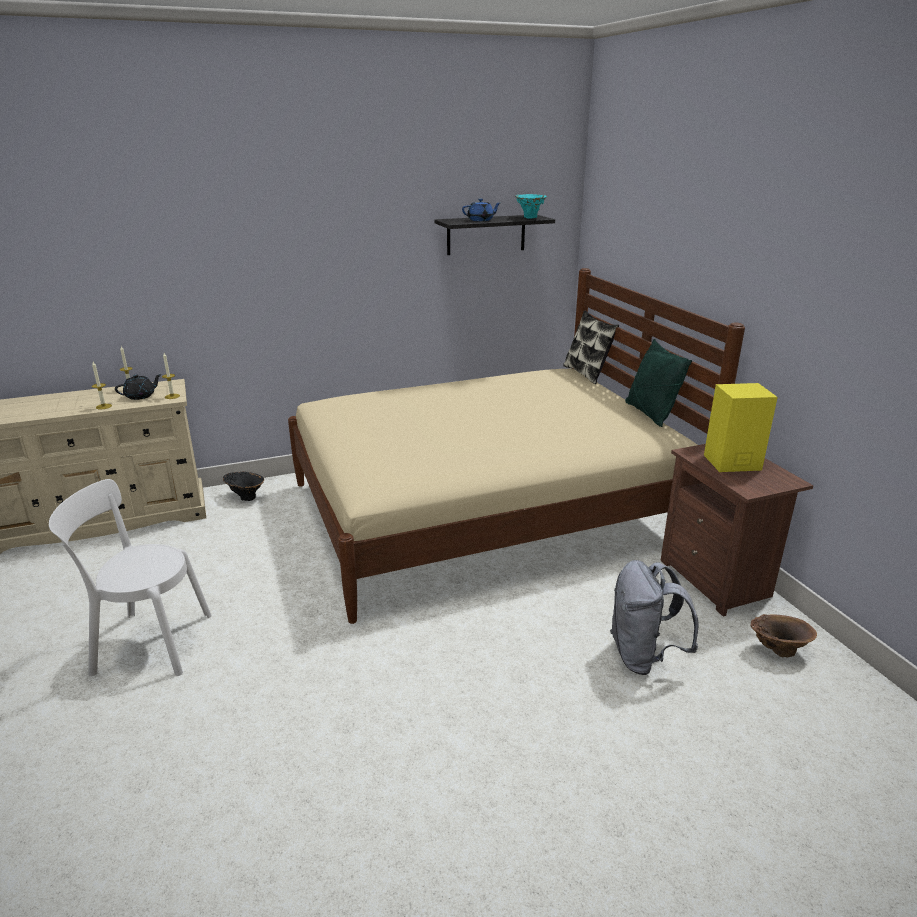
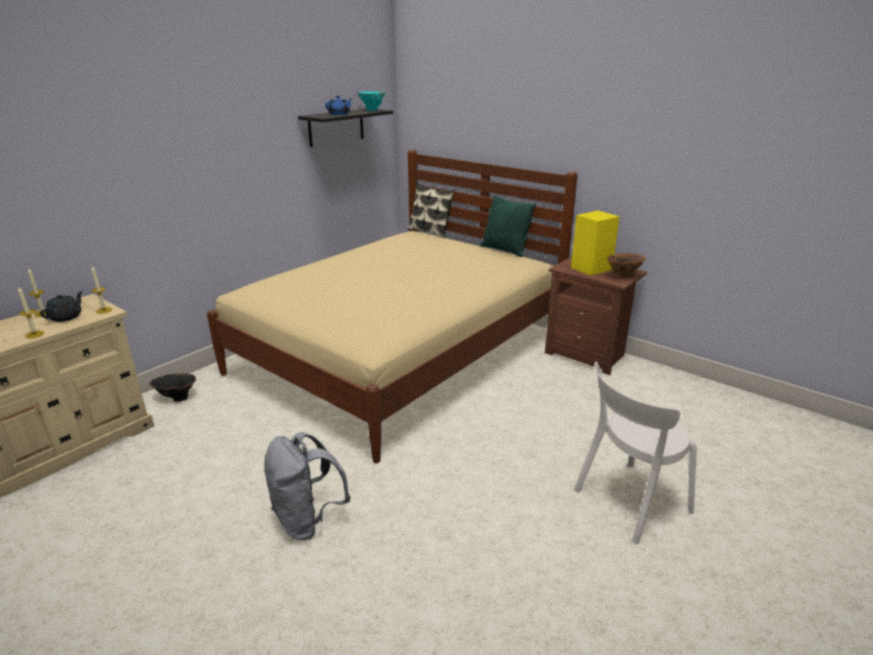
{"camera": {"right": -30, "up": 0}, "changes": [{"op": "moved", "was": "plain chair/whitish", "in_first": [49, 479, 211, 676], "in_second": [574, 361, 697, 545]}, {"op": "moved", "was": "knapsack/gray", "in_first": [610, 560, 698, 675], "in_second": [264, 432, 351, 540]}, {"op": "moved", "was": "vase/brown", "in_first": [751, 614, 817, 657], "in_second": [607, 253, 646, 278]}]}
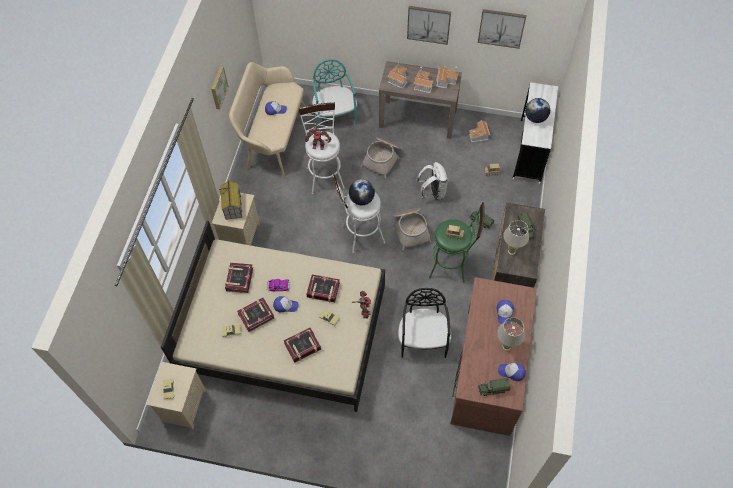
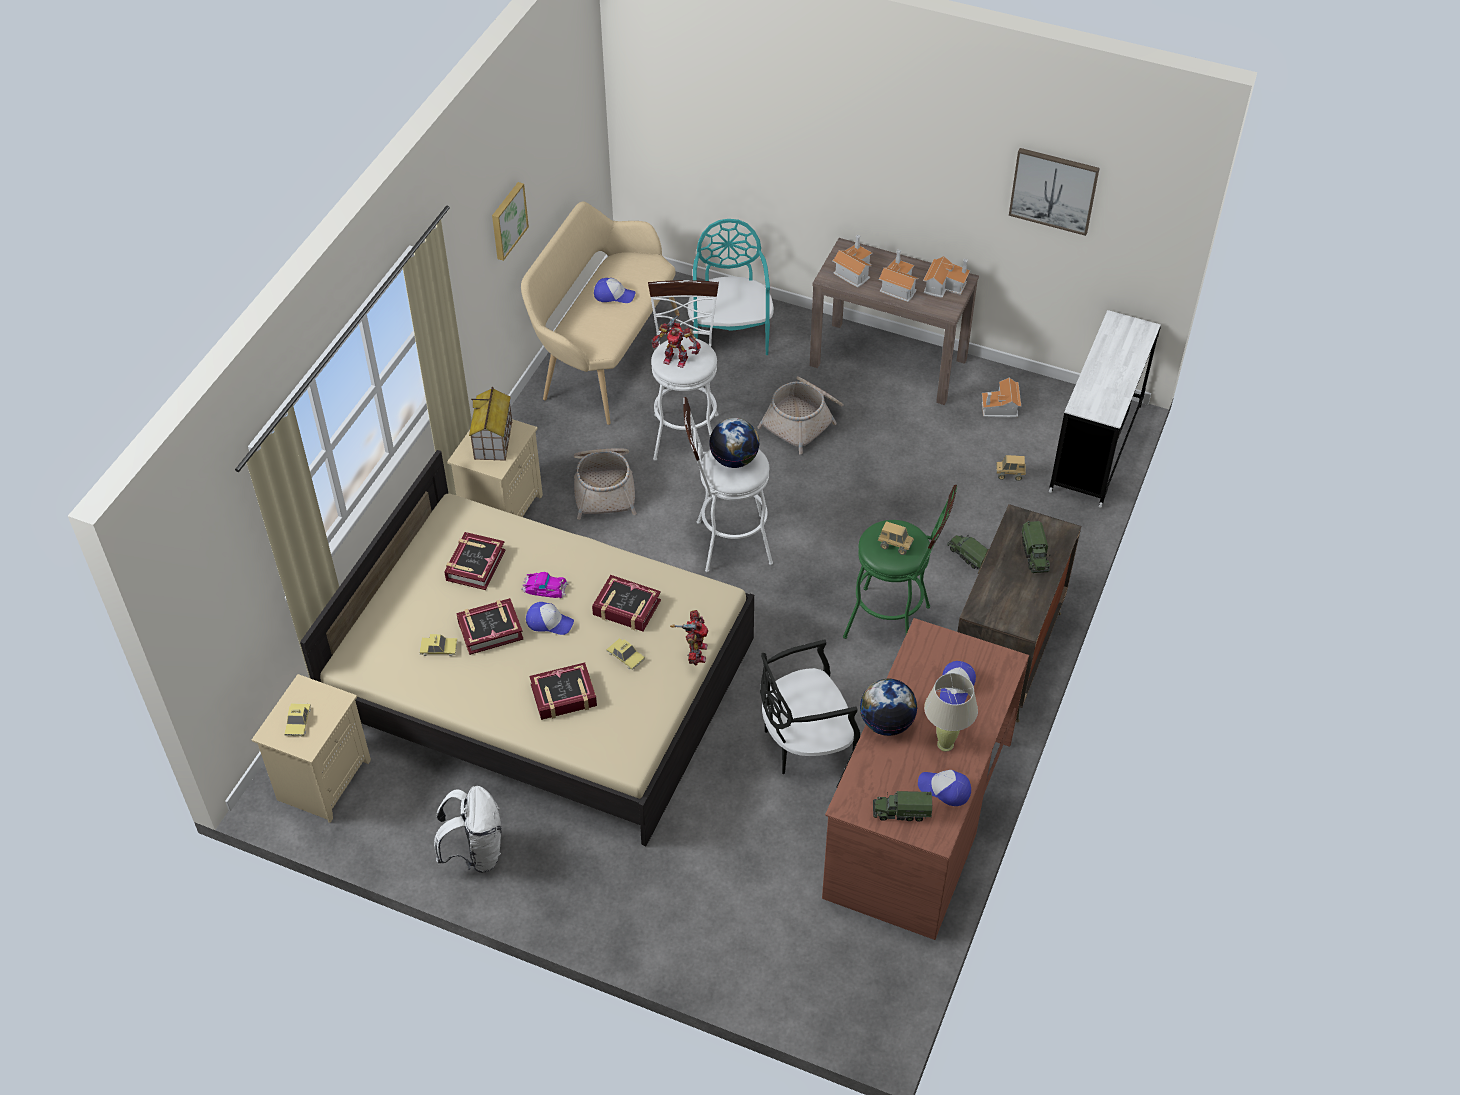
{"camera": {"right": 10, "up": -10}, "changes": [{"op": "removed", "was": "wall picture", "in_first": [407, 6, 451, 45]}, {"op": "moved", "was": "globe", "in_first": [525, 98, 550, 123], "in_second": [860, 679, 917, 736]}, {"op": "moved", "was": "knapsack/whitish", "in_first": [416, 162, 448, 200], "in_second": [434, 786, 502, 873]}, {"op": "moved", "was": "basket", "in_first": [392, 208, 432, 251], "in_second": [574, 448, 637, 520]}, {"op": "removed", "was": "lamp for a table/sand-coloured", "in_first": [503, 220, 529, 255]}, {"op": "turned", "was": "plain chair/black-coloured", "in_first": [398, 288, 451, 358], "in_second": [760, 639, 860, 774], "clockwise": -120}]}
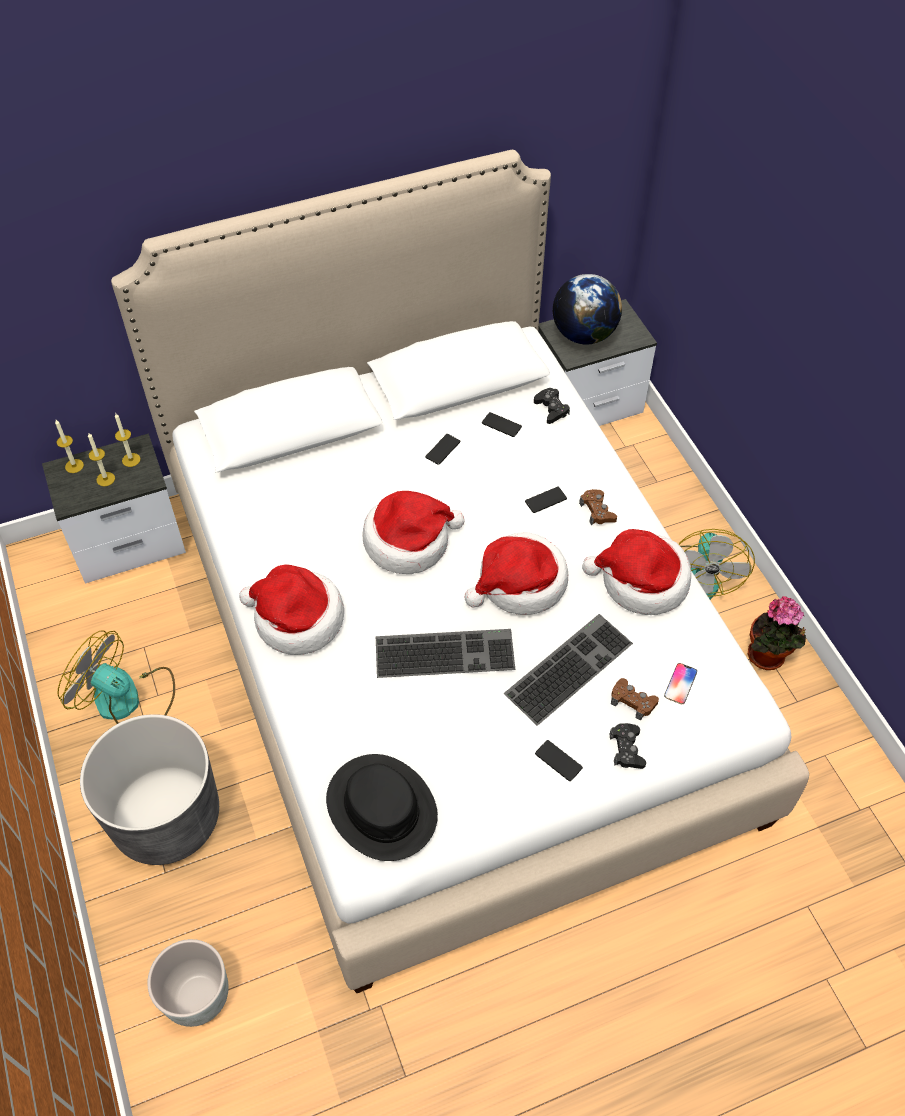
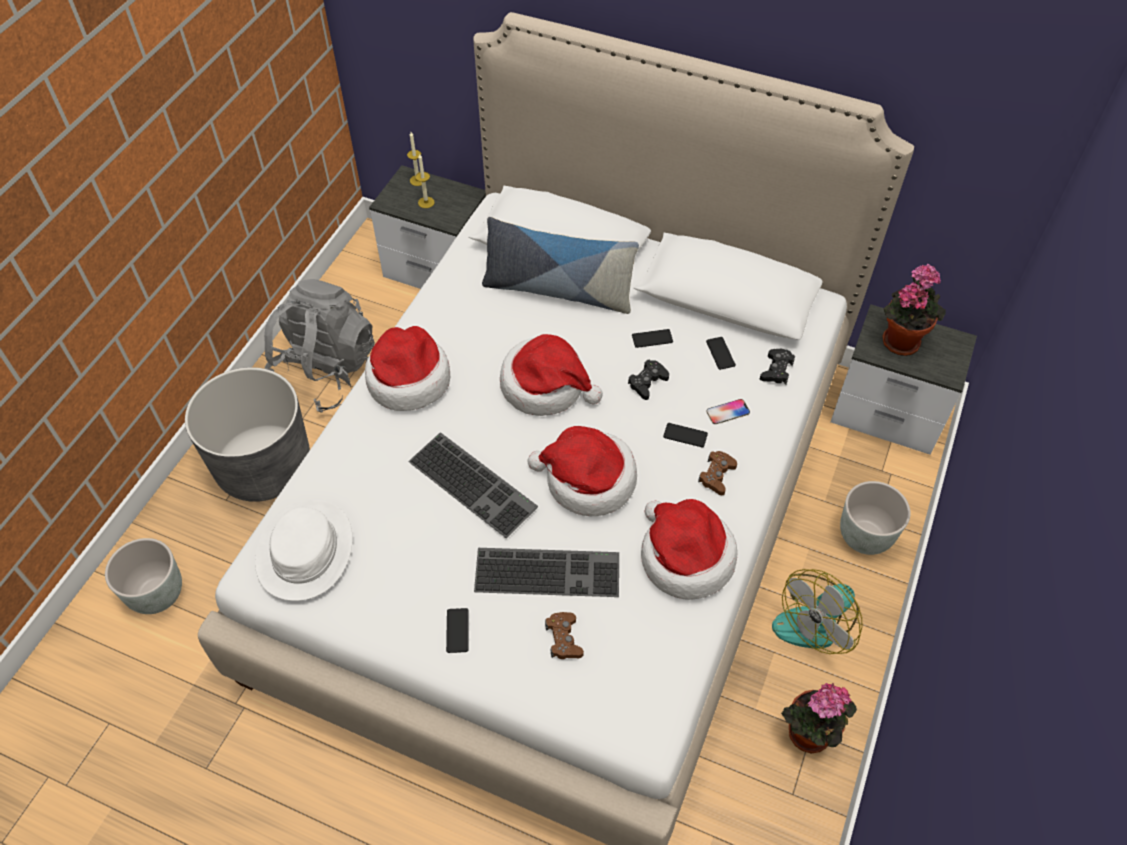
{"camera": {"right": 45, "up": 0}, "changes": [{"op": "replaced", "was": "globe", "now": "potted plant", "in_first": [553, 274, 622, 345], "in_second": [882, 264, 946, 356]}, {"op": "removed", "was": "wax candle", "in_first": [115, 414, 141, 467]}, {"op": "replaced", "was": "fan", "now": "knapsack/gray", "in_first": [58, 630, 175, 724], "in_second": [264, 279, 375, 413]}, {"op": "moved", "was": "telephone", "in_first": [664, 663, 697, 704], "in_second": [706, 399, 750, 424]}, {"op": "moved", "was": "gamepad/black-coloured", "in_first": [609, 723, 646, 769], "in_second": [628, 360, 669, 400]}, {"op": "recoloured", "was": "clothing hat/black-coloured", "now": "clothing hat/whitish", "in_first": [326, 754, 438, 861], "in_second": [255, 500, 353, 601]}, {"op": "added", "now": "throw pillow", "in_second": [482, 217, 639, 314]}, {"op": "added", "now": "planter/gray", "in_second": [840, 481, 911, 555]}]}
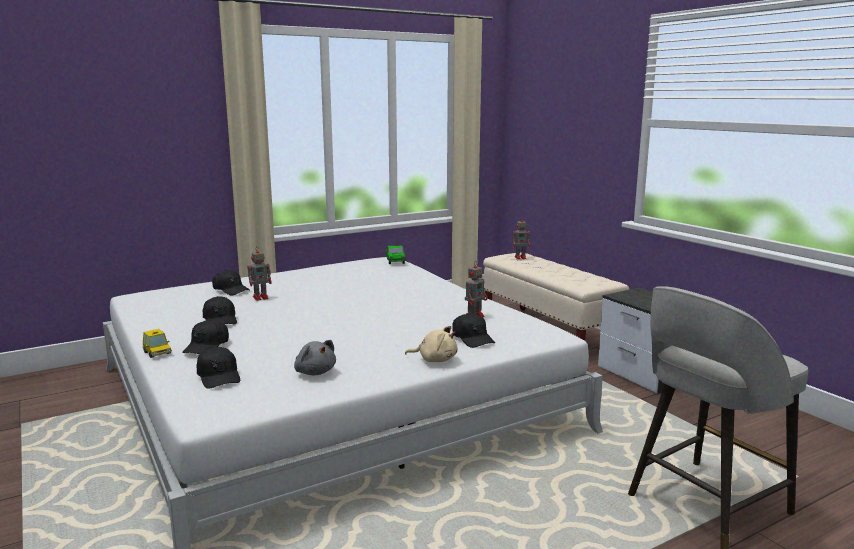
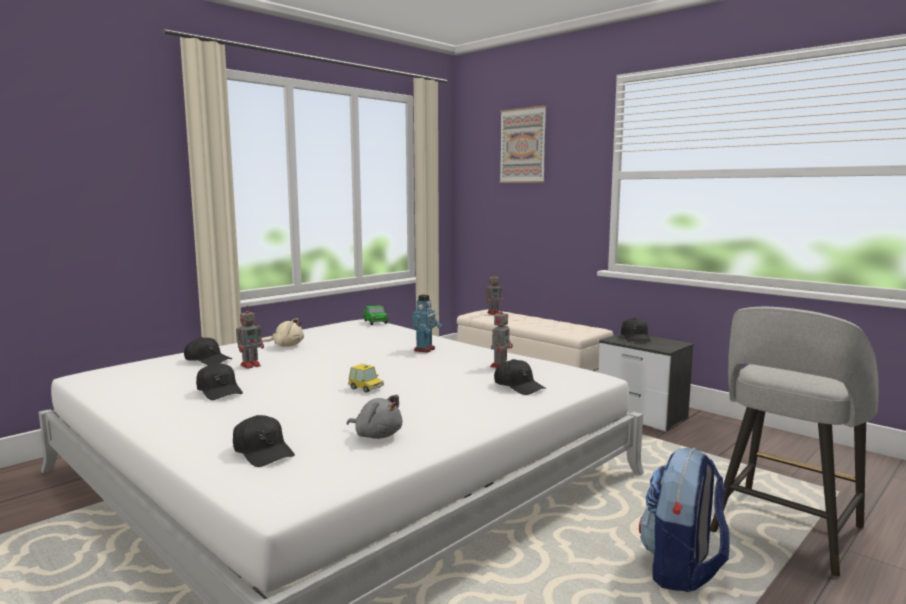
{"camera": {"right": -15, "up": -5}, "changes": [{"op": "moved", "was": "cap/black-coloured", "in_first": [182, 320, 229, 354], "in_second": [621, 317, 651, 342]}, {"op": "moved", "was": "soft toy/sand-coloured", "in_first": [405, 326, 457, 362], "in_second": [262, 318, 304, 347]}, {"op": "moved", "was": "model car", "in_first": [143, 329, 172, 358], "in_second": [348, 364, 384, 392]}, {"op": "added", "now": "wall picture", "in_second": [499, 105, 547, 183]}, {"op": "added", "now": "robot figure", "in_second": [412, 295, 443, 353]}, {"op": "added", "now": "knapsack", "in_second": [639, 448, 730, 592]}]}
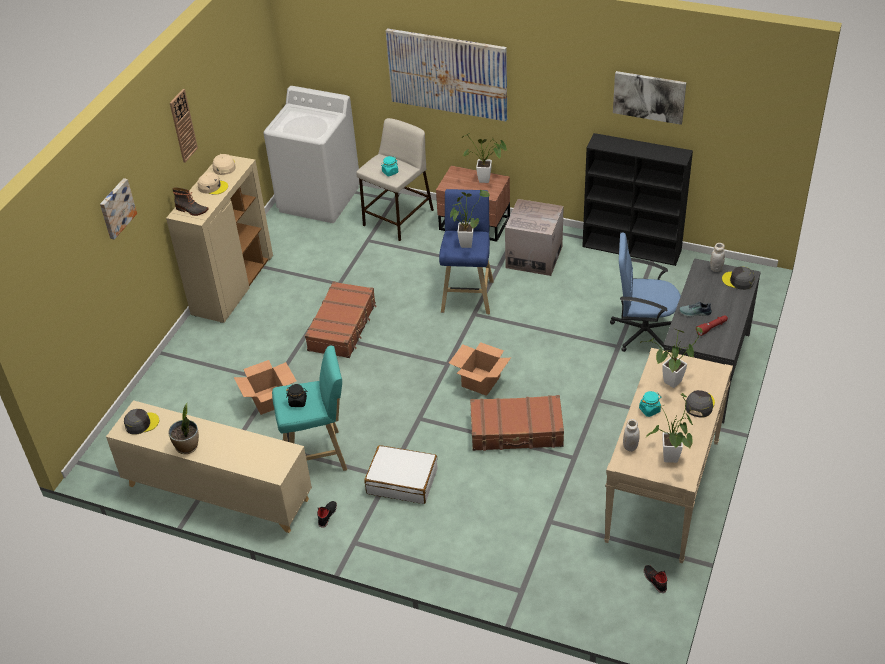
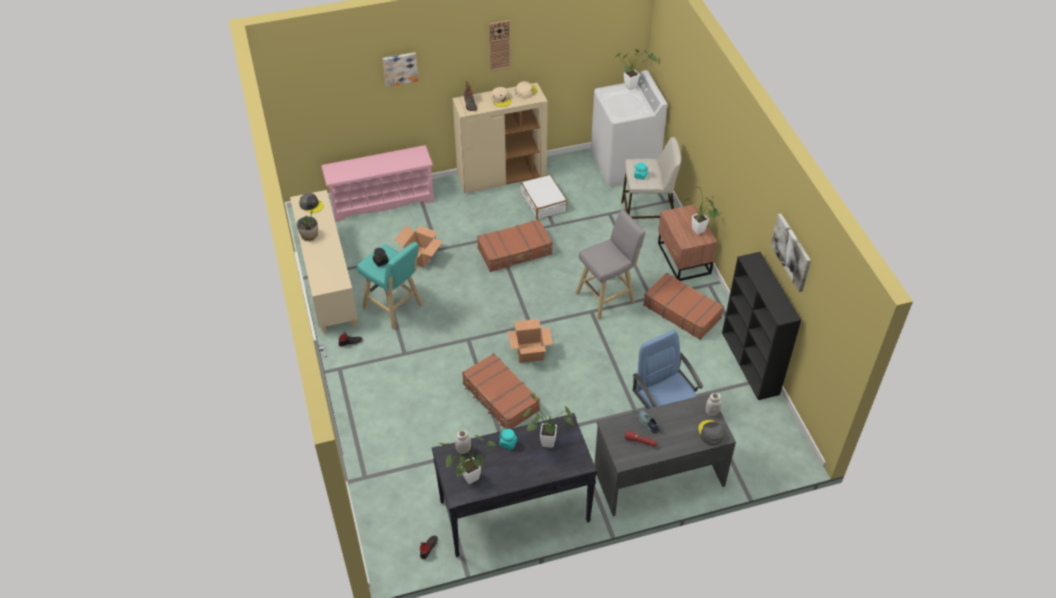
{"camera": {"right": 50, "up": 5}, "changes": [{"op": "removed", "was": "wall picture", "in_first": [386, 28, 507, 122]}, {"op": "recoloured", "was": "stool seat/bluish", "now": "stool seat/gray", "in_first": [439, 189, 494, 314], "in_second": [576, 210, 645, 320]}, {"op": "moved", "was": "potted plant", "in_first": [450, 190, 490, 248], "in_second": [614, 49, 657, 90]}, {"op": "replaced", "was": "packing box", "now": "travel case/brown", "in_first": [505, 199, 564, 276], "in_second": [643, 273, 724, 340]}, {"op": "recoloured", "was": "console table/sand-coloured", "now": "console table/black-coloured", "in_first": [604, 348, 733, 564], "in_second": [432, 413, 597, 557]}, {"op": "removed", "was": "cap/gray", "in_first": [685, 390, 715, 418]}, {"op": "moved", "was": "travel case/whitish", "in_first": [364, 445, 438, 504], "in_second": [520, 174, 567, 219]}, {"op": "added", "now": "shoe rack/pink", "in_second": [321, 145, 434, 222]}]}
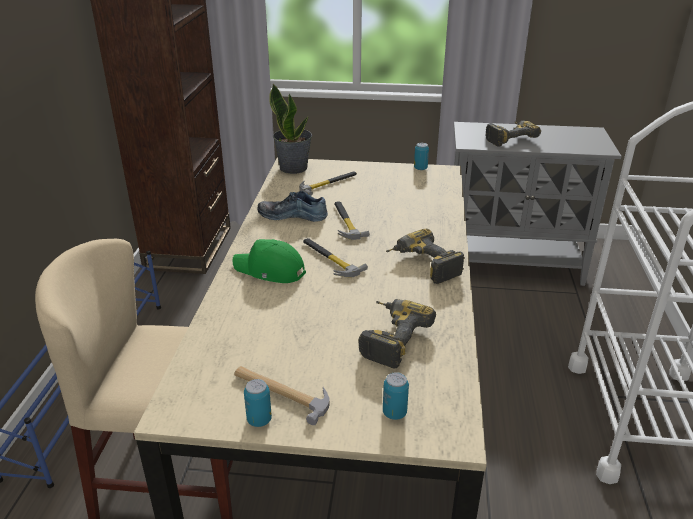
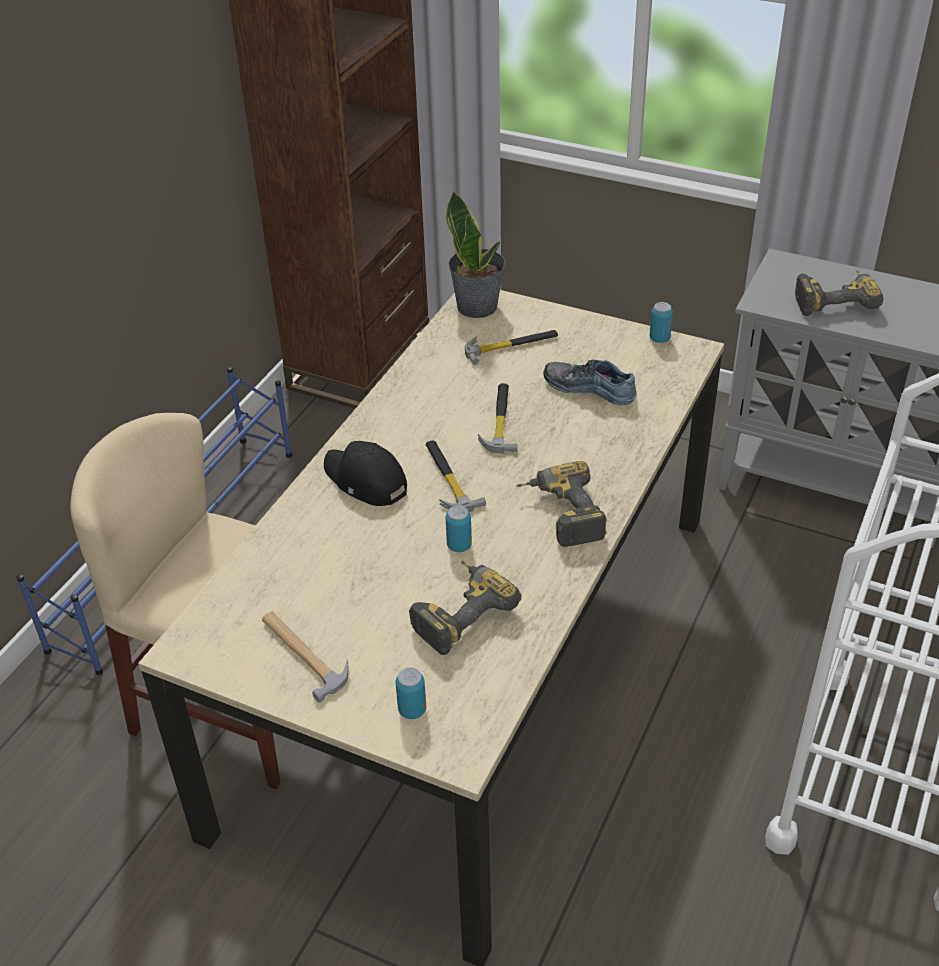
{"camera": {"right": 20, "up": 10}, "changes": [{"op": "moved", "was": "shoe", "in_first": [257, 191, 328, 222], "in_second": [543, 360, 637, 405]}, {"op": "recoloured", "was": "cap/greenish", "now": "cap/black-coloured", "in_first": [232, 239, 306, 283], "in_second": [324, 441, 407, 506]}, {"op": "moved", "was": "metal can", "in_first": [244, 379, 272, 427], "in_second": [446, 505, 472, 552]}]}
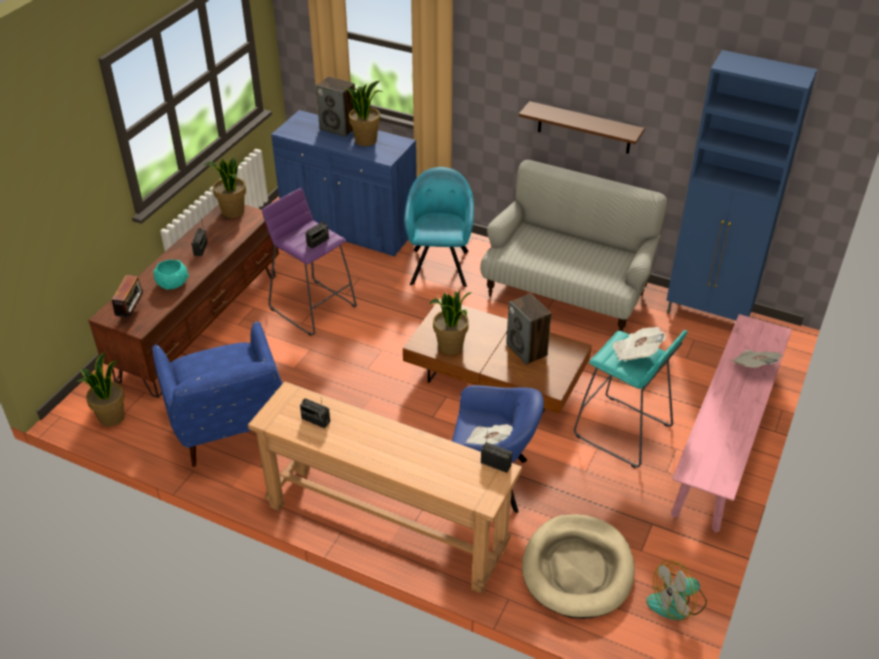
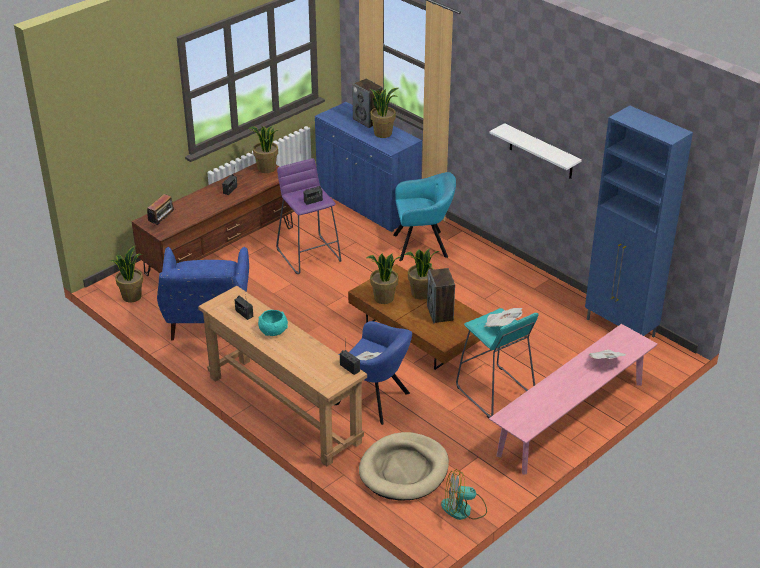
{"camera": {"right": 20, "up": -5}, "changes": [{"op": "recoloured", "was": "shelf/brown", "now": "shelf/whitish", "in_first": [519, 101, 645, 154], "in_second": [489, 123, 582, 179]}, {"op": "removed", "was": "sofa", "in_first": [480, 160, 667, 331]}, {"op": "turned", "was": "easy chair/turquoise-coloured", "in_first": [404, 167, 474, 287], "in_second": [393, 172, 456, 261], "clockwise": 60}, {"op": "moved", "was": "bowl/turquoise-coloured", "in_first": [153, 260, 189, 290], "in_second": [258, 310, 288, 336]}, {"op": "added", "now": "potted plant", "in_second": [404, 248, 439, 300]}]}
